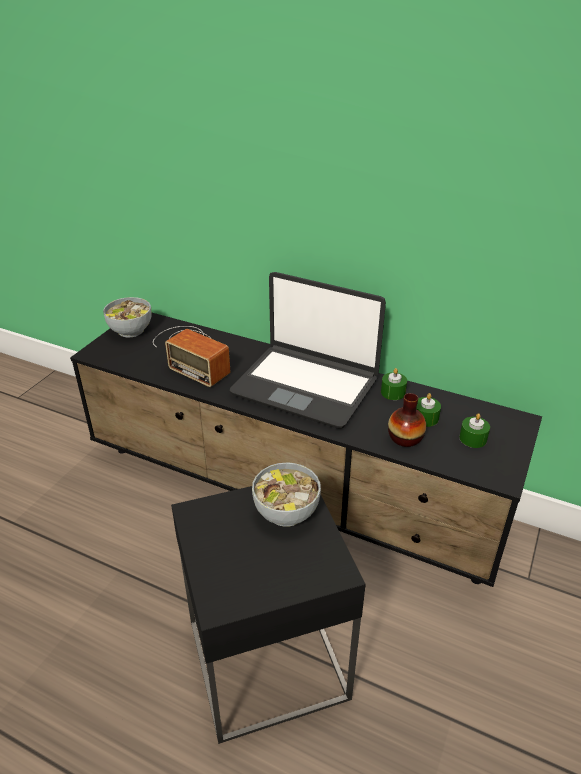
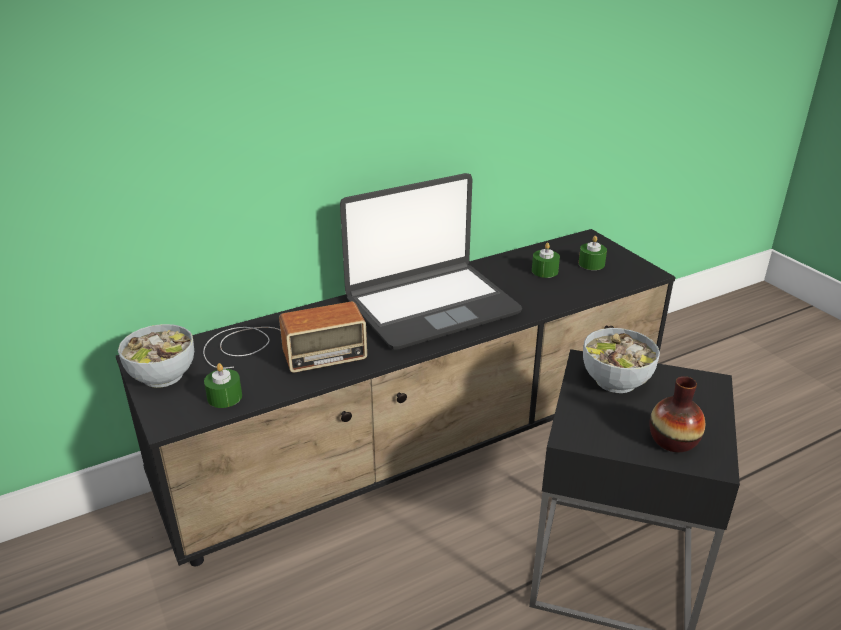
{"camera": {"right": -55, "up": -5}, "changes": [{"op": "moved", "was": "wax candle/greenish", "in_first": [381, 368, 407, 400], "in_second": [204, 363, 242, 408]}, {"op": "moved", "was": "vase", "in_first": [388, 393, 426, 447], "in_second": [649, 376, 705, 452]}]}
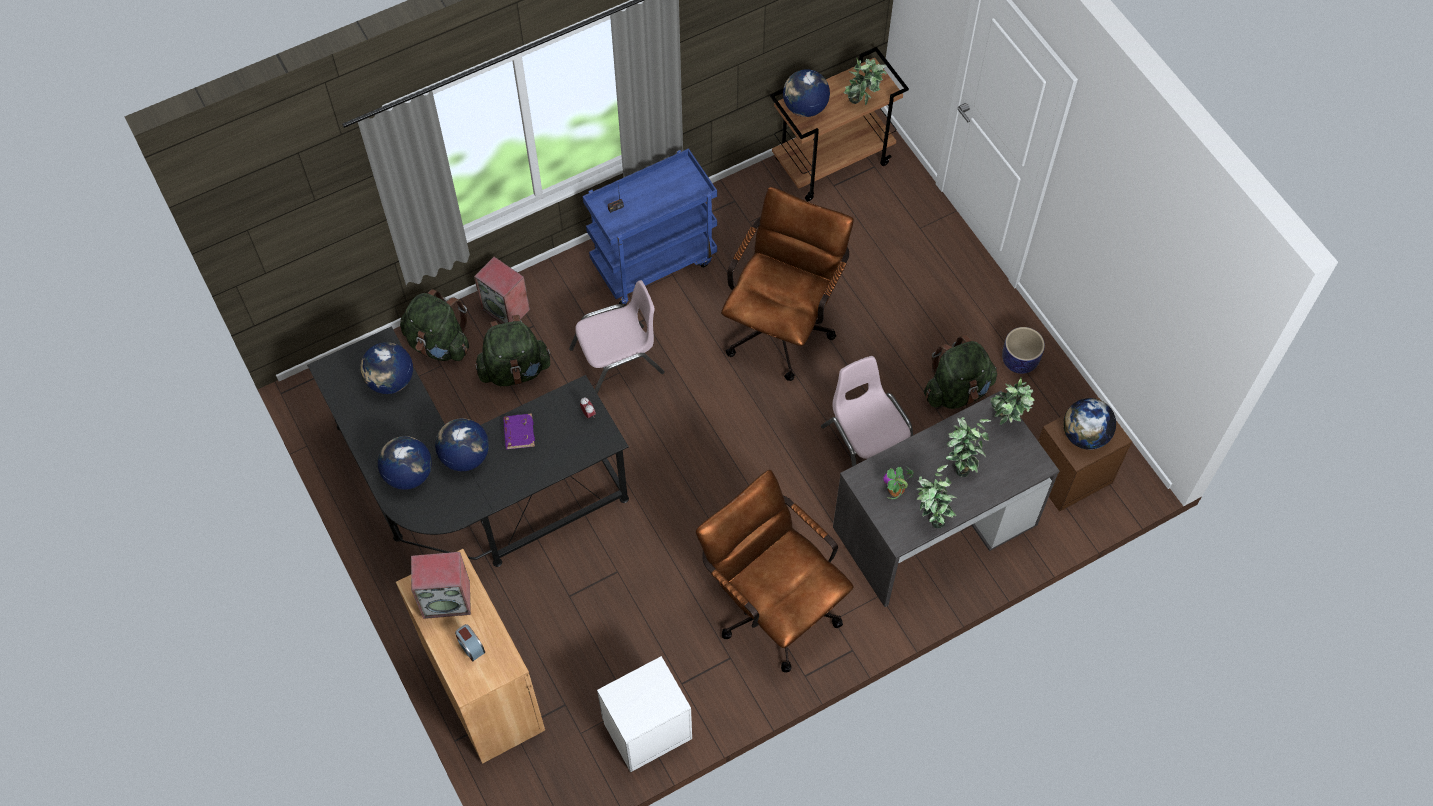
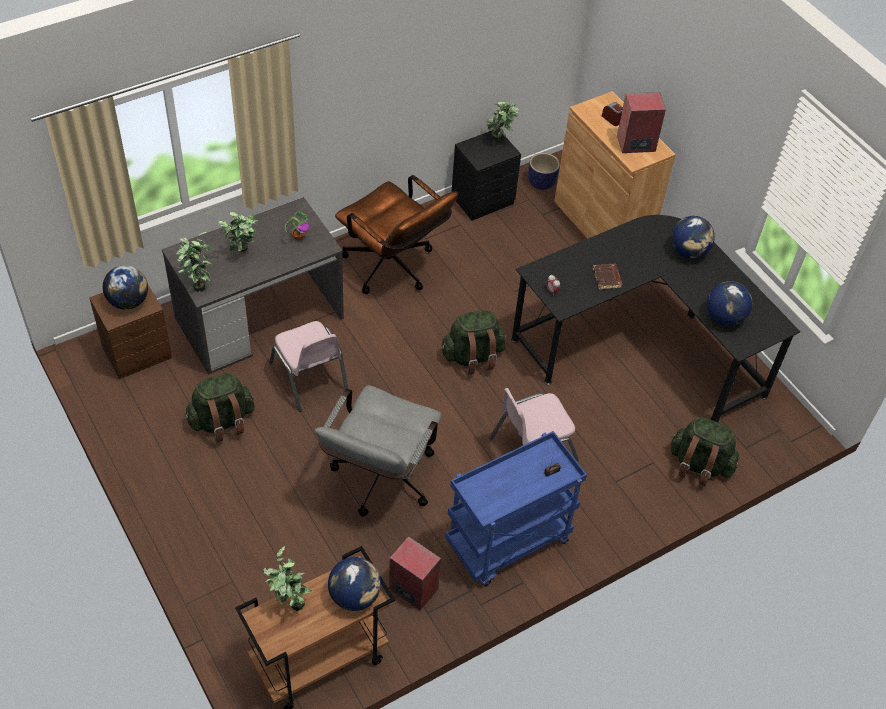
{"camera": {"right": 175, "up": -10}, "changes": [{"op": "recoloured", "was": "desk chair/brown", "now": "desk chair/gray", "in_first": [721, 187, 854, 381], "in_second": [315, 385, 442, 517]}, {"op": "moved", "was": "speaker", "in_first": [474, 257, 530, 324], "in_second": [389, 536, 441, 610]}, {"op": "moved", "was": "knapsack/greenish", "in_first": [475, 315, 552, 386], "in_second": [441, 310, 506, 375]}, {"op": "moved", "was": "planter", "in_first": [1002, 327, 1045, 374], "in_second": [528, 153, 560, 190]}, {"op": "recoloured", "was": "volume/purplish", "now": "volume/brown", "in_first": [503, 413, 535, 449], "in_second": [593, 264, 623, 290]}, {"op": "removed", "was": "globe", "in_first": [435, 418, 489, 471]}, {"op": "moved", "was": "potted plant", "in_first": [917, 465, 958, 528], "in_second": [486, 99, 520, 140]}, {"op": "recoloured", "was": "nightstand/whitish", "now": "nightstand/black-coloured", "in_first": [597, 656, 692, 772], "in_second": [452, 131, 521, 221]}]}
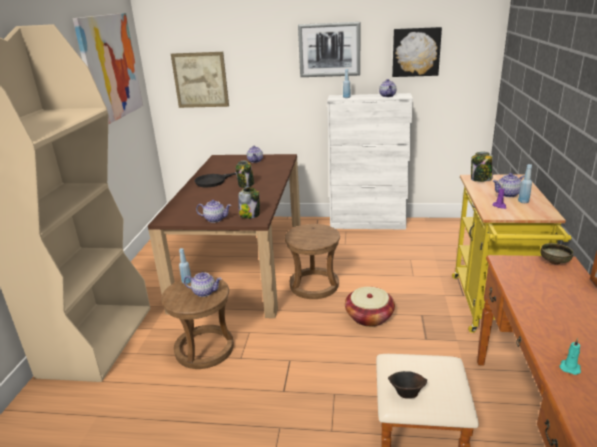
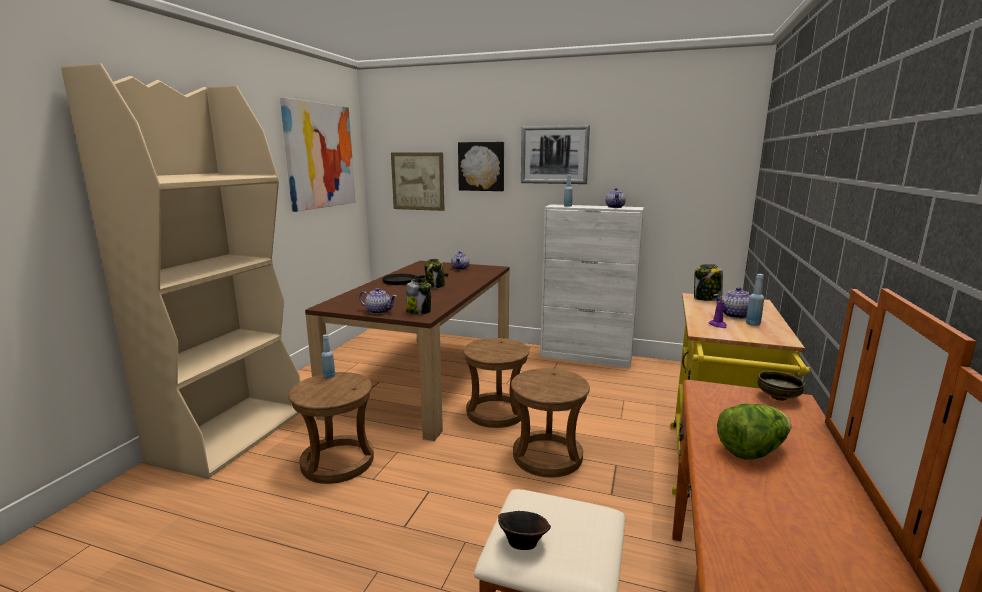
{"camera": {"right": 10, "up": -10}, "changes": [{"op": "moved", "was": "wall picture", "in_first": [392, 27, 442, 77], "in_second": [458, 142, 504, 191]}, {"op": "removed", "was": "teapot", "in_first": [184, 272, 221, 297]}, {"op": "replaced", "was": "basket", "now": "stool seat/brown", "in_first": [345, 287, 395, 327], "in_second": [511, 368, 590, 477]}, {"op": "removed", "was": "wax candle/turquoise-coloured", "in_first": [560, 338, 581, 375]}, {"op": "added", "now": "lettuce head", "in_second": [717, 403, 791, 460]}]}
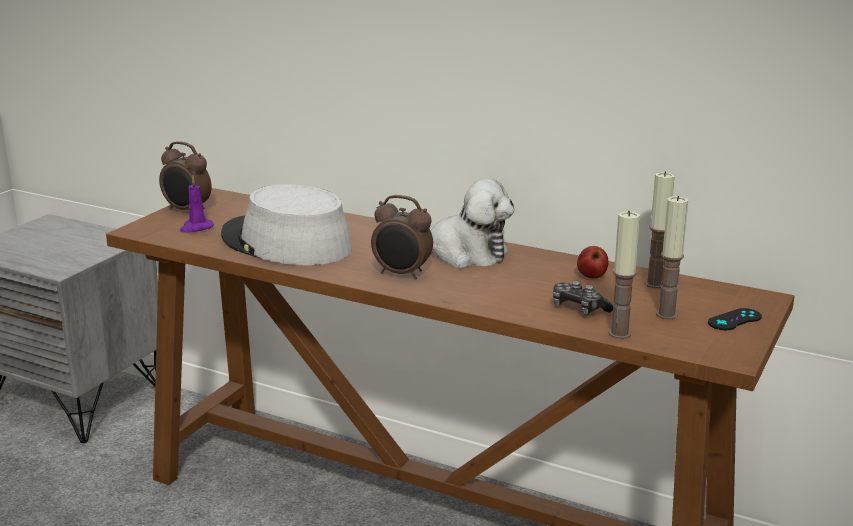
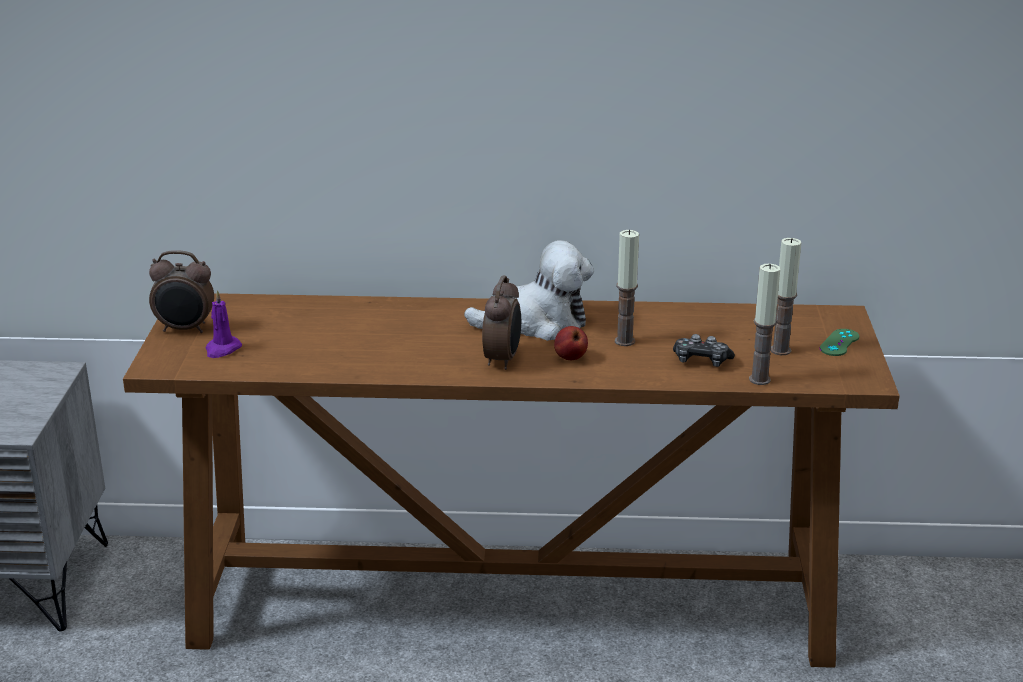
{"camera": {"right": -25, "up": 5}, "changes": [{"op": "moved", "was": "wax candle", "in_first": [645, 171, 675, 288], "in_second": [615, 230, 639, 346]}, {"op": "removed", "was": "clothing hat/gray", "in_first": [221, 184, 352, 265]}, {"op": "turned", "was": "alarm clock", "in_first": [371, 195, 433, 279], "in_second": [482, 275, 521, 370], "clockwise": -75}, {"op": "moved", "was": "whole apple", "in_first": [577, 246, 609, 278], "in_second": [554, 326, 588, 360]}, {"op": "recoloured", "was": "gamepad/black-coloured", "now": "gamepad/greenish", "in_first": [708, 308, 762, 330], "in_second": [820, 329, 859, 356]}]}
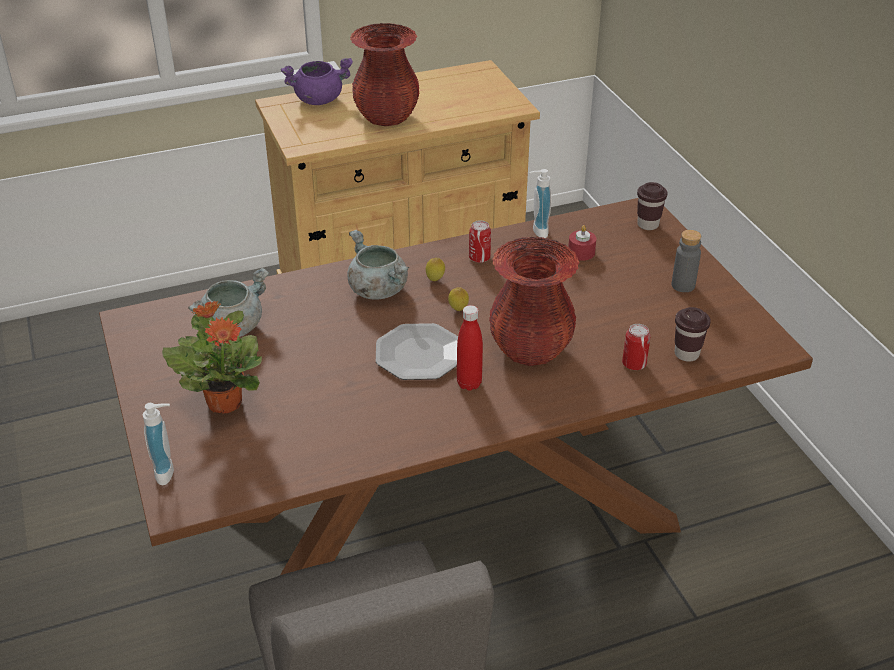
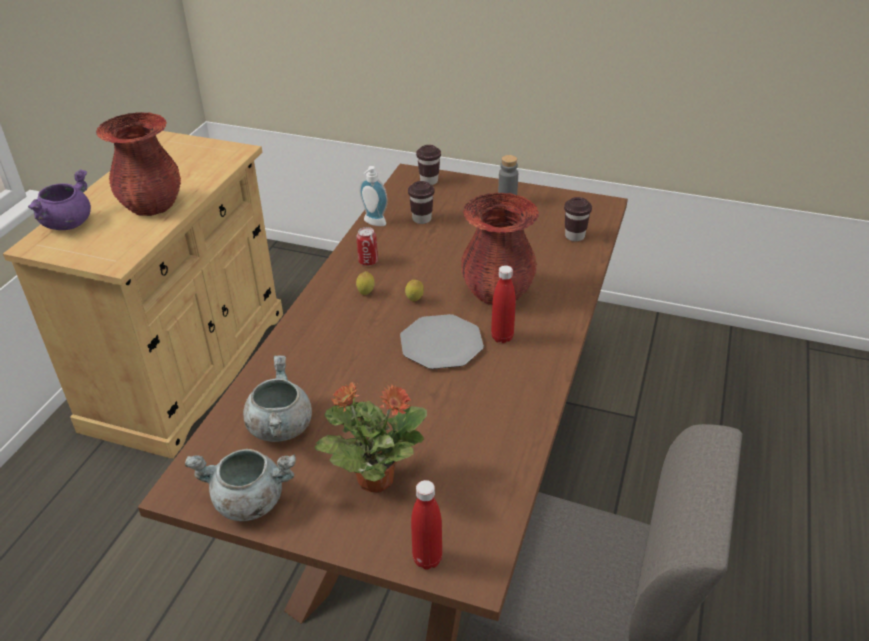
{"camera": {"right": -50, "up": 0}, "changes": [{"op": "replaced", "was": "wax candle/red", "now": "drinking cup/brown", "in_first": [568, 225, 596, 261], "in_second": [408, 181, 434, 224]}, {"op": "moved", "was": "saucepot/gray", "in_first": [347, 230, 409, 300], "in_second": [185, 449, 296, 521]}, {"op": "removed", "was": "metal can", "in_first": [622, 324, 650, 370]}, {"op": "replaced", "was": "soap dispenser", "now": "beverage bottle/red", "in_first": [143, 403, 174, 485], "in_second": [411, 480, 442, 570]}]}
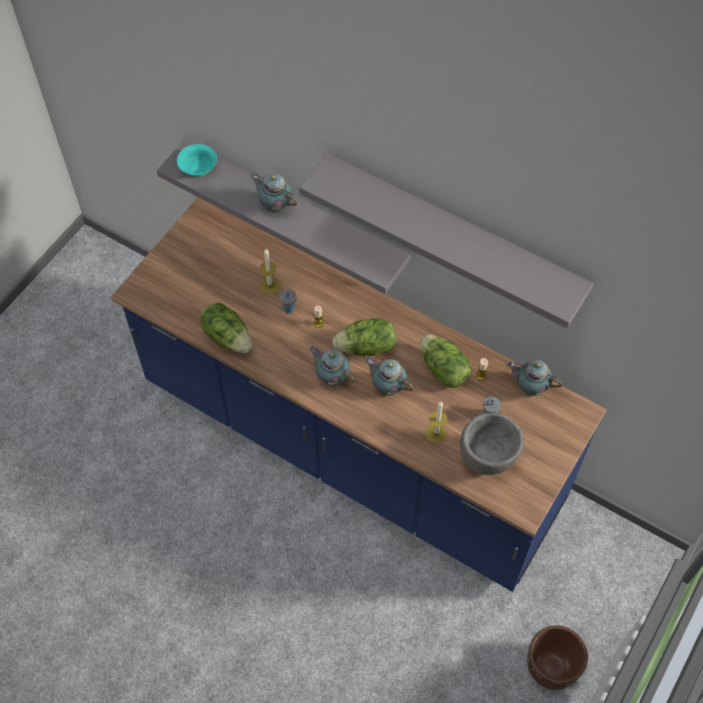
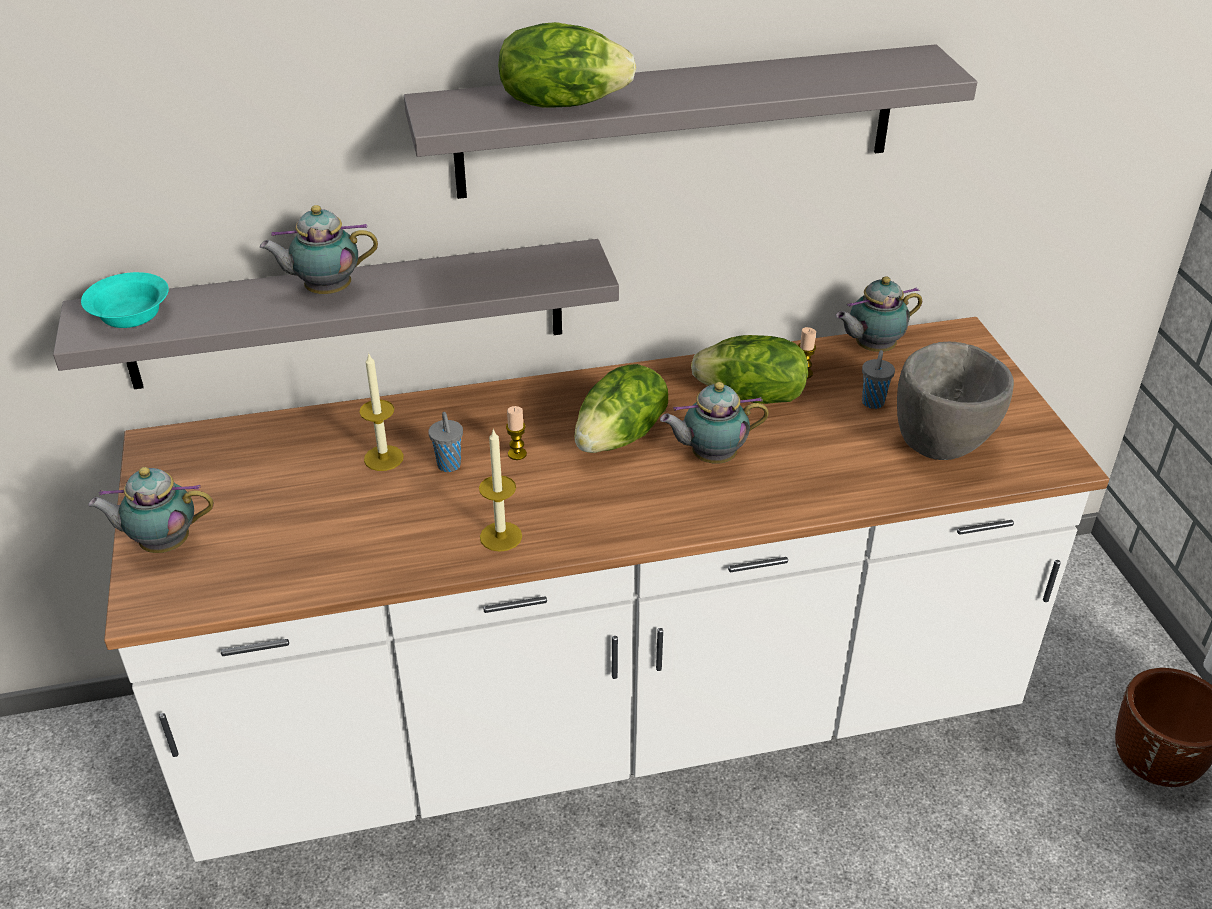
{"camera": {"right": -45, "up": -20}, "changes": [{"op": "recoloured", "was": "counter/bluish", "now": "counter/whitish", "in_first": [111, 197, 607, 592], "in_second": [104, 317, 1109, 862]}, {"op": "moved", "was": "lettuce head", "in_first": [200, 303, 252, 353], "in_second": [498, 22, 636, 108]}, {"op": "moved", "was": "teapot", "in_first": [309, 346, 354, 386], "in_second": [88, 467, 214, 553]}, {"op": "moved", "was": "wax candle", "in_first": [426, 402, 448, 443], "in_second": [479, 428, 522, 552]}]}
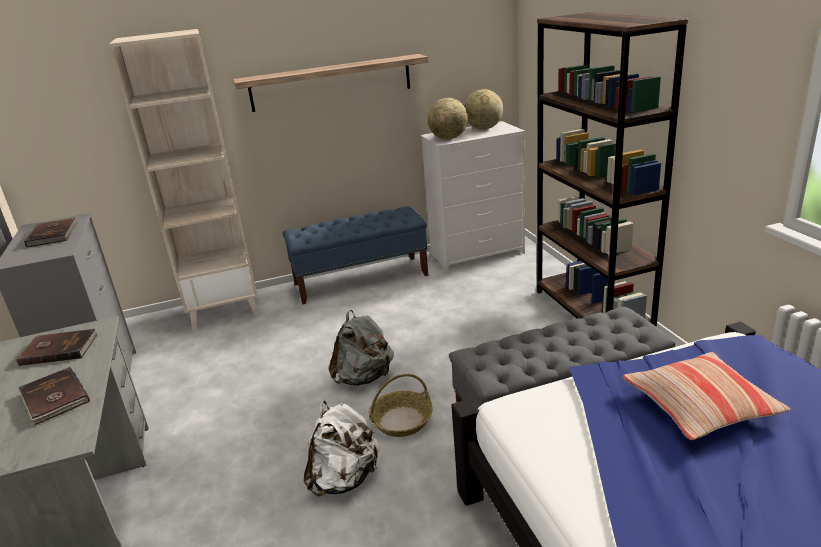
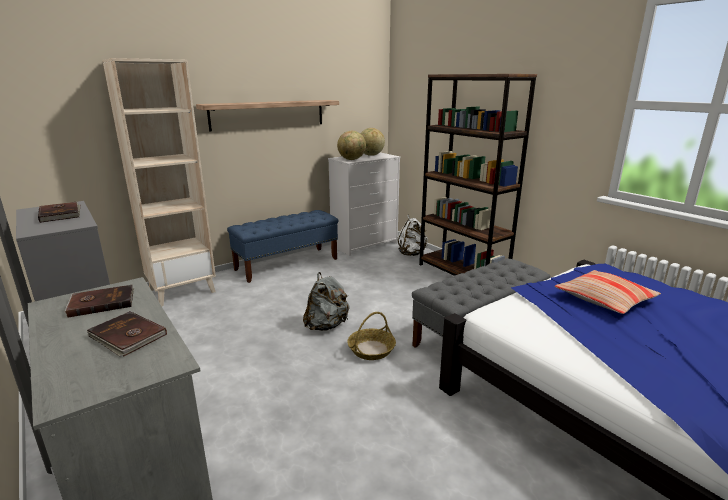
{"camera": {"right": -20, "up": -5}, "changes": [{"op": "moved", "was": "knapsack/whitish", "in_first": [304, 401, 379, 496], "in_second": [397, 215, 428, 256]}]}
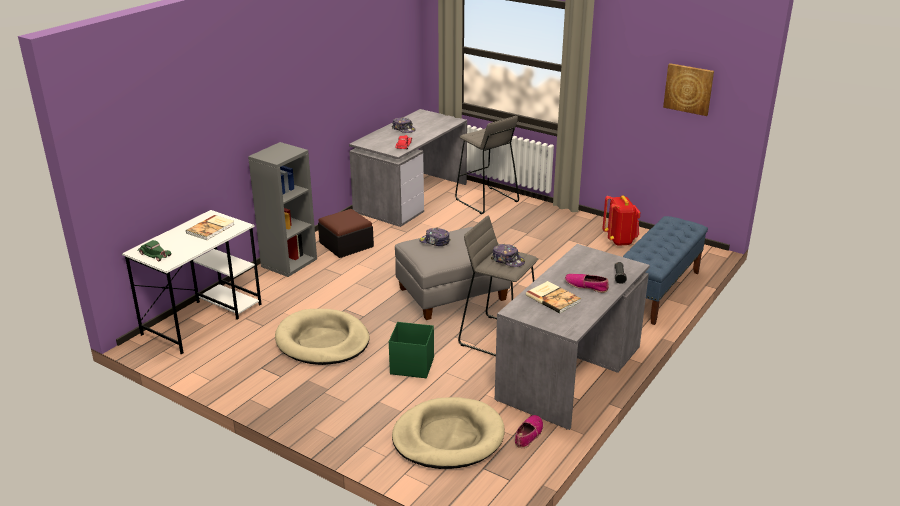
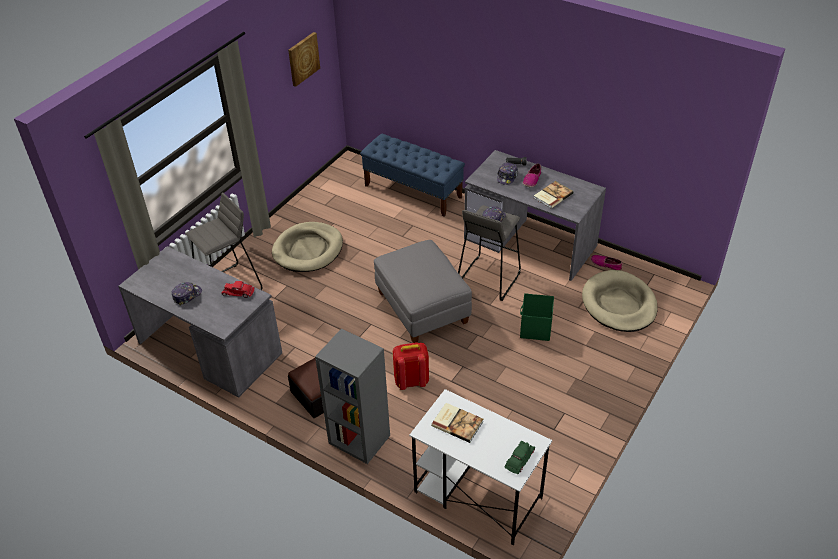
{"camera": {"right": -90, "up": 15}, "changes": [{"op": "moved", "was": "knapsack/red", "in_first": [602, 195, 640, 246], "in_second": [393, 342, 429, 390]}, {"op": "moved", "was": "cap", "in_first": [419, 228, 451, 246], "in_second": [497, 162, 518, 185]}, {"op": "moved", "was": "dog cushion/sand-coloured", "in_first": [275, 309, 369, 365], "in_second": [272, 222, 343, 272]}]}
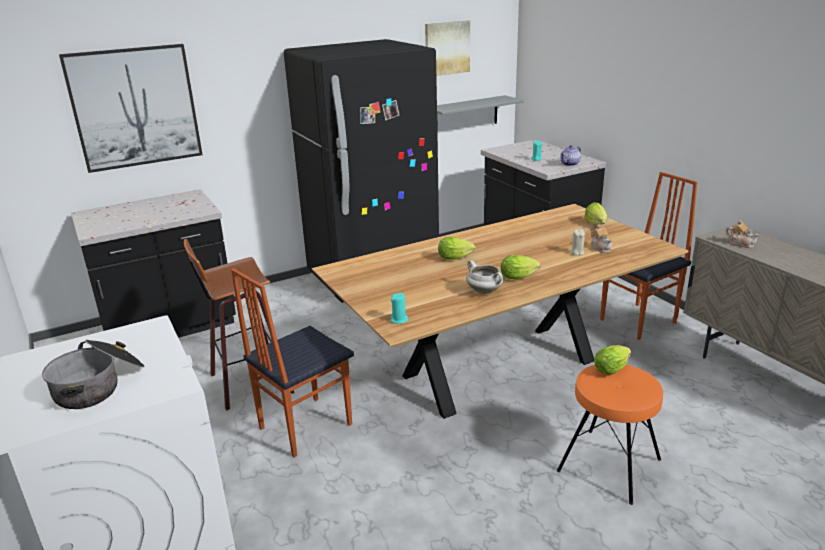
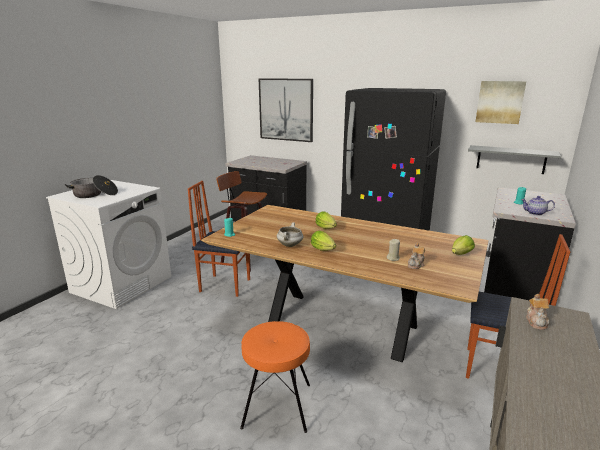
{"camera": {"right": 55, "up": -5}, "changes": [{"op": "removed", "was": "lettuce head", "in_first": [594, 345, 631, 375]}]}
